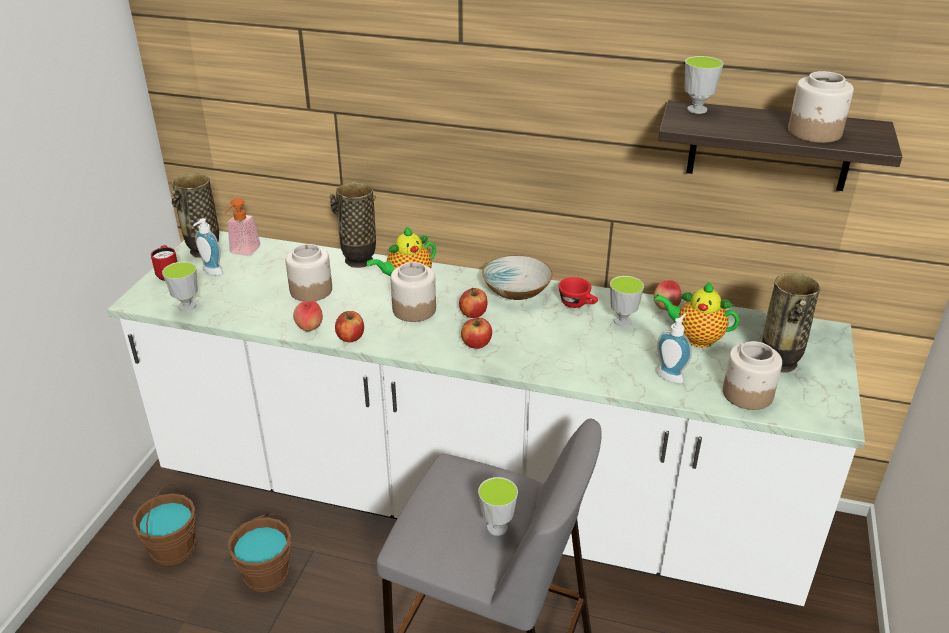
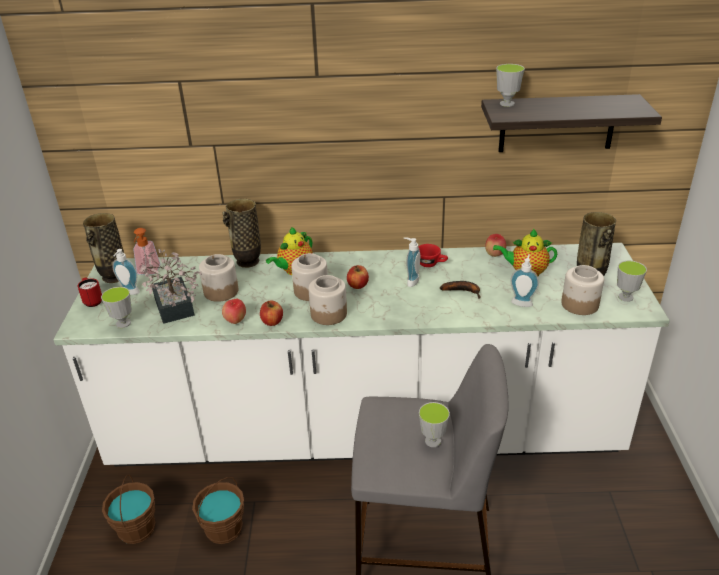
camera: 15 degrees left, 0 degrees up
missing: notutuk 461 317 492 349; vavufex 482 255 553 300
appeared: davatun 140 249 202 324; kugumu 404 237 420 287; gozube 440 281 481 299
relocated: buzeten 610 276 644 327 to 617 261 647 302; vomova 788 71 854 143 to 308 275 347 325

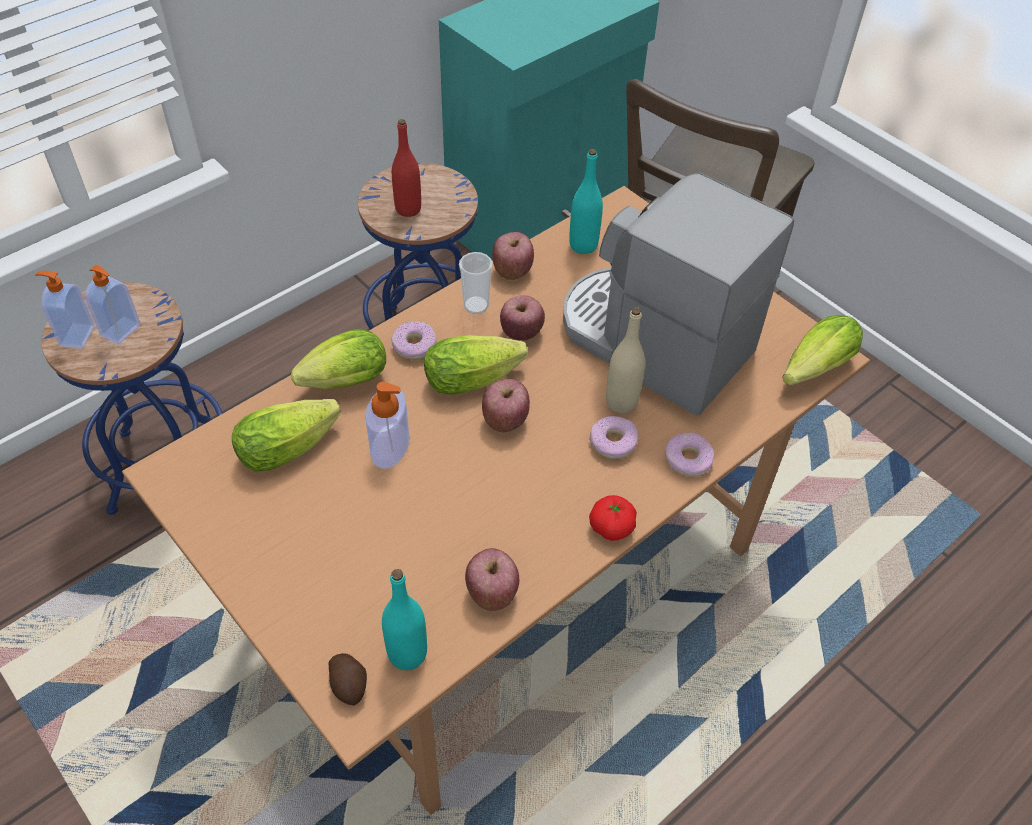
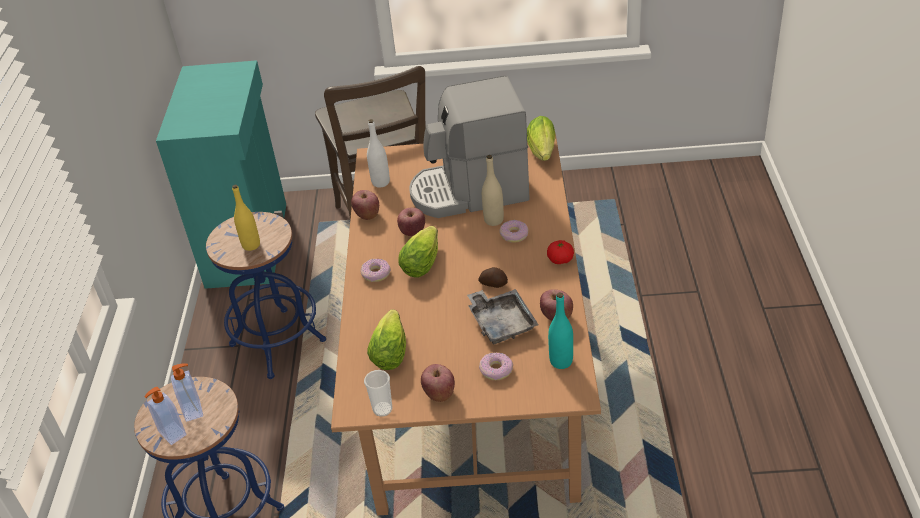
camera: 45 degrees left, 10 degrees down
missing: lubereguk 291 329 386 389; kugumu 365 382 410 469
appeared: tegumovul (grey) 467 289 538 344
relocated: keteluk 329 653 367 705 to 478 267 508 288; buzeten 459 252 493 314 to 364 370 392 417; notutuk 482 379 530 432 to 421 364 455 402; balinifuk 665 433 714 477 to 479 352 513 380
colour: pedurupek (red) 392 119 421 217 to pedurupek (yellow) 232 184 260 251; pedurupek (turquoise) 569 149 603 254 to pedurupek (white) 367 119 390 188

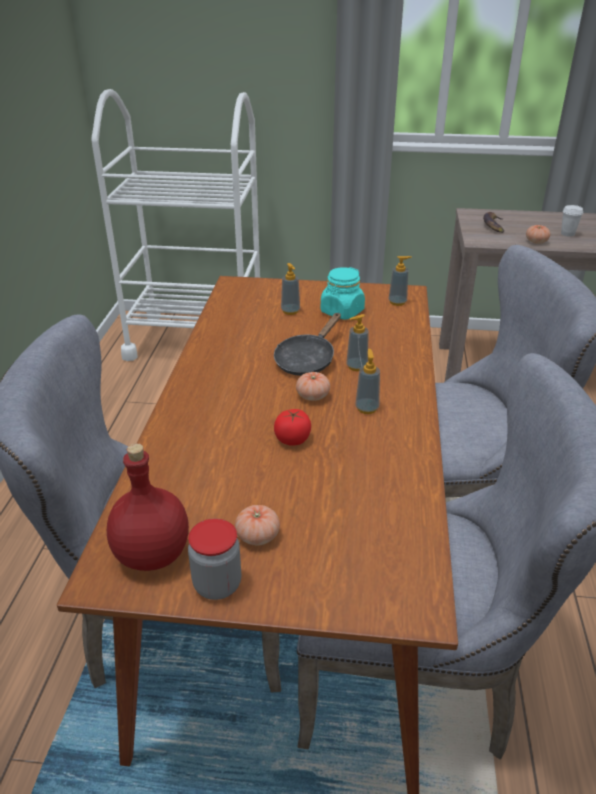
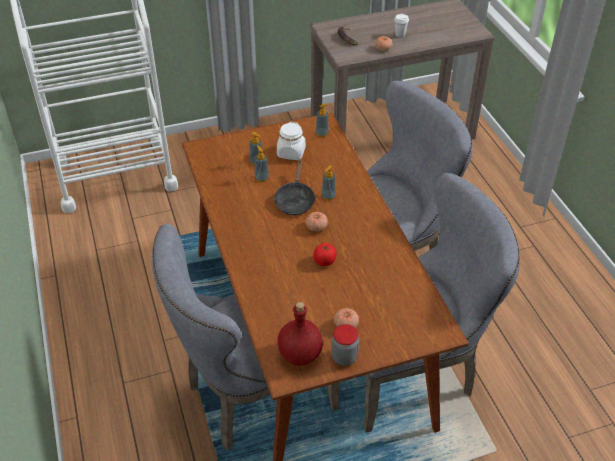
camera: 25 degrees left, 10 degrees up
relocated: kugumu 355 349 380 414 to 255 145 269 182
colour: vomova (turquoise) 321 267 365 320 to vomova (white) 277 122 306 160

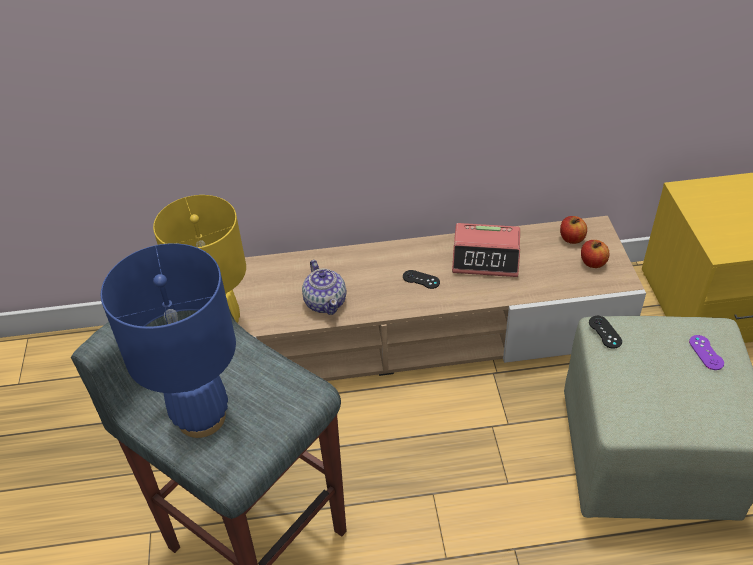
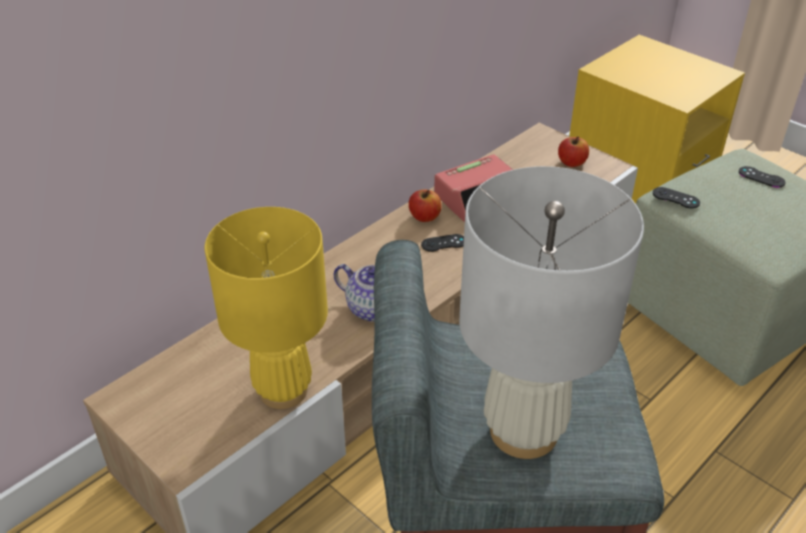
camera: 40 degrees left, 5 degrees down
relocated: notutuk 560 216 587 244 to 409 190 442 222
colour: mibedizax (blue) 101 243 236 438 to mibedizax (white) 459 166 644 459; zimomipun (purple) 689 335 724 370 to zimomipun (black) 739 166 786 188

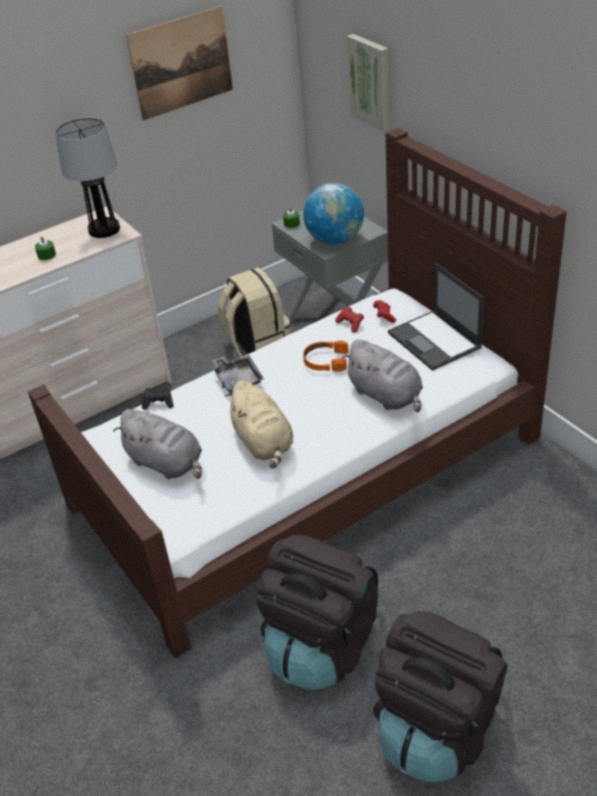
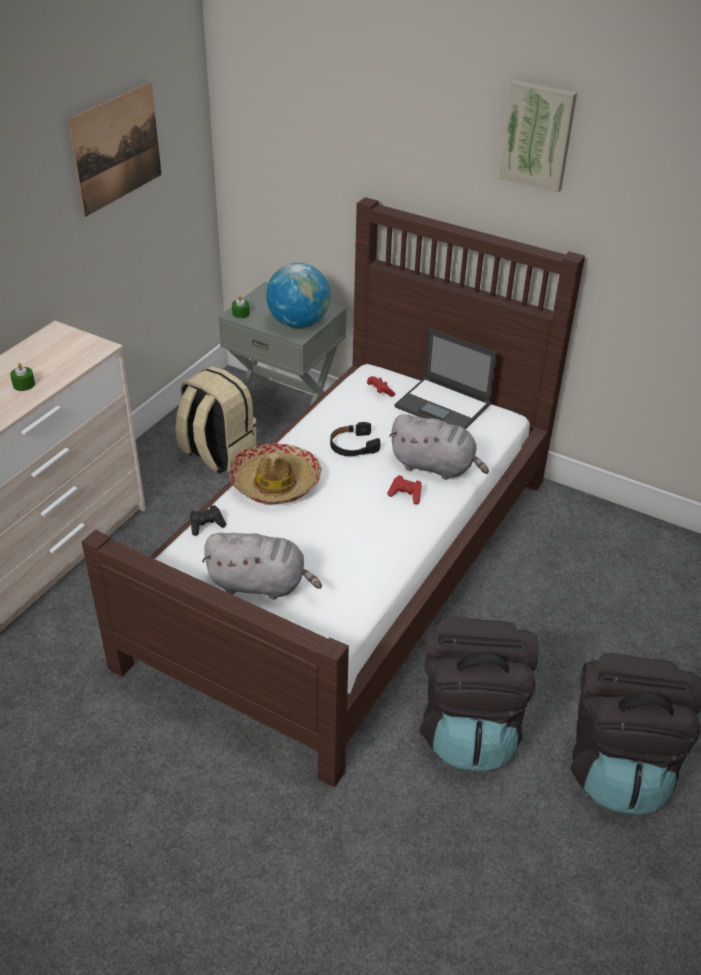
camera: 30 degrees left, 0 degrees up
missing: mibedizax 55 118 120 238; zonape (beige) 225 380 293 468
relocated: zimomipun (red) 335 307 364 333 to 387 475 422 504; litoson 347 34 390 131 to 498 80 577 193
exchanged: tegumovul (grey) 212 355 264 394 to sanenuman 229 443 322 504
colour: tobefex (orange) 303 340 349 372 to tobefex (black) 330 422 380 456

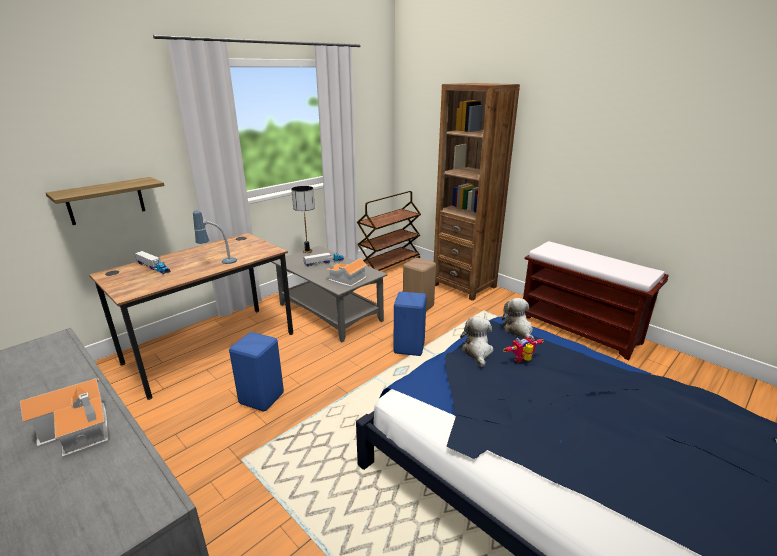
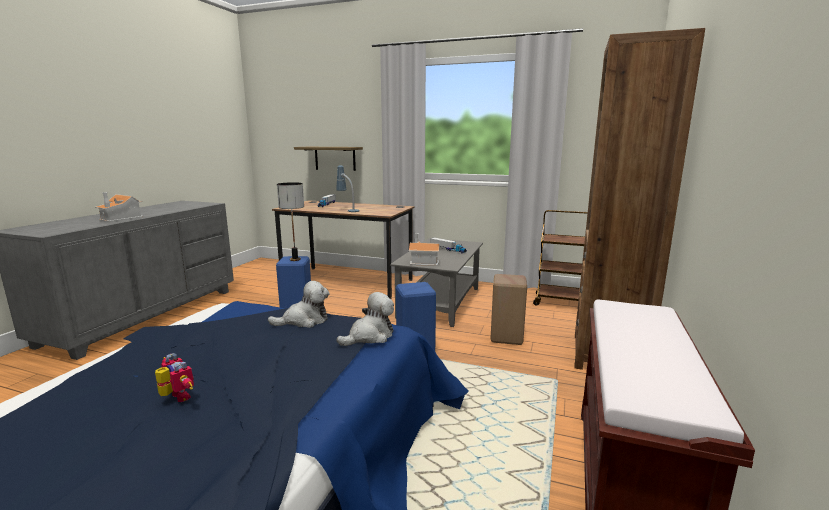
camera: 65 degrees right, 10 degrees down
relocated: mibedizax 291 186 315 253 to 277 182 304 261; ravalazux 503 335 544 362 to 155 353 194 402

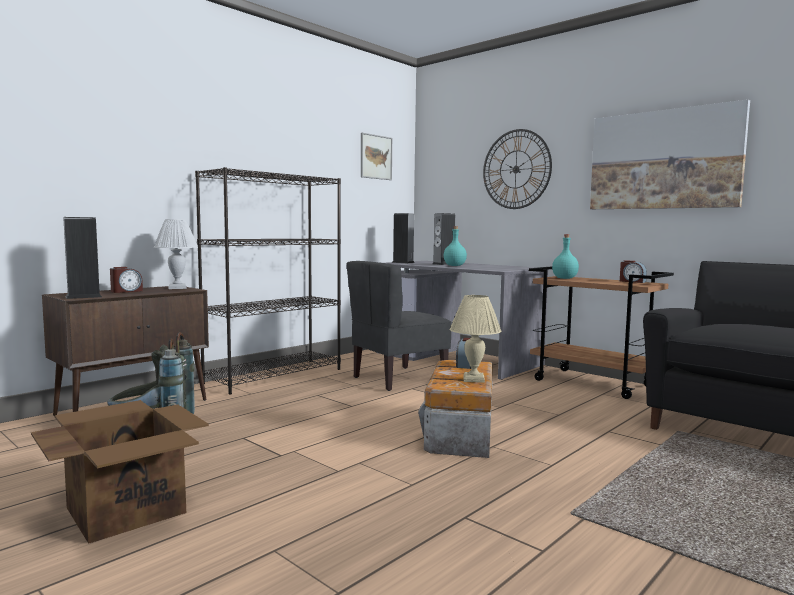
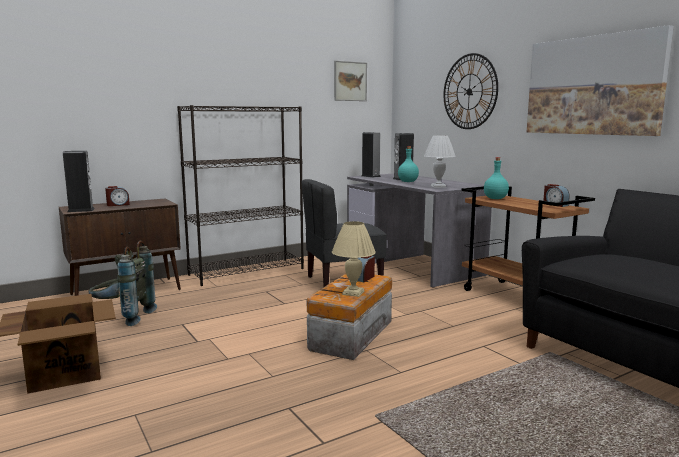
camera: 15 degrees right, 5 degrees up
relocated: mibedizax (white) 154 219 198 289 to 424 135 456 188

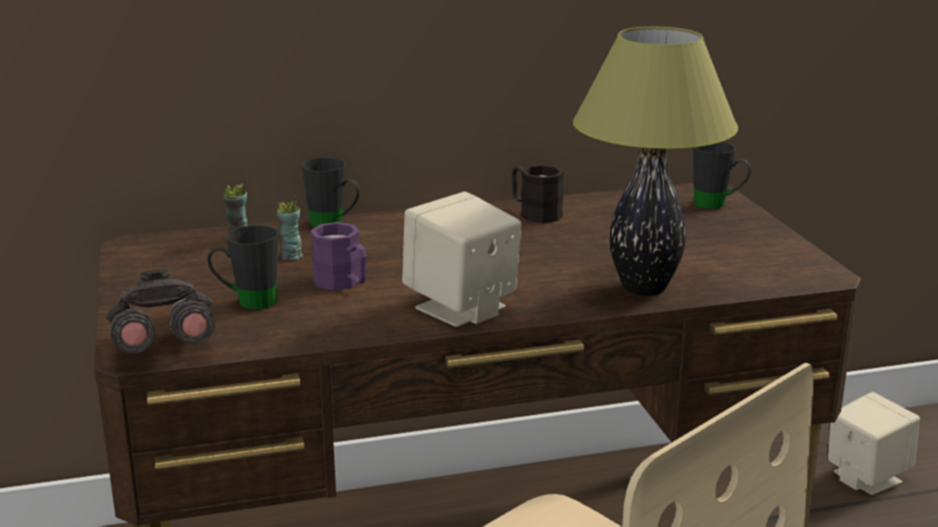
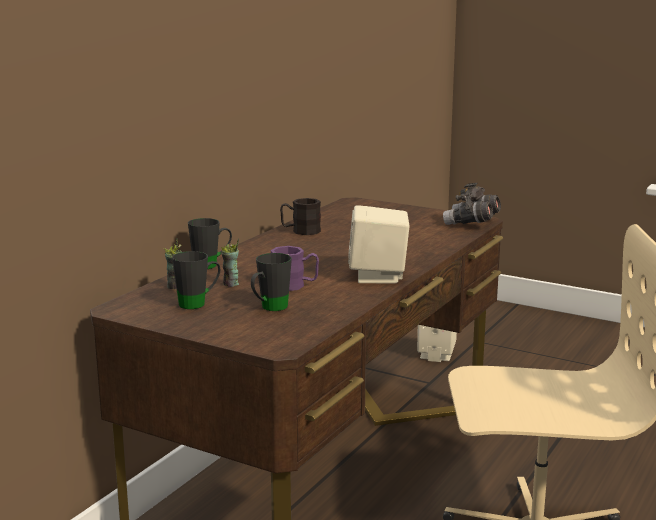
camera: 45 degrees left, 5 degrees down
missing: mibedizax 573 27 738 296
relocated: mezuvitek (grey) 106 269 215 354 to 443 183 501 225; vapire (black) 693 142 751 209 to 172 251 220 309

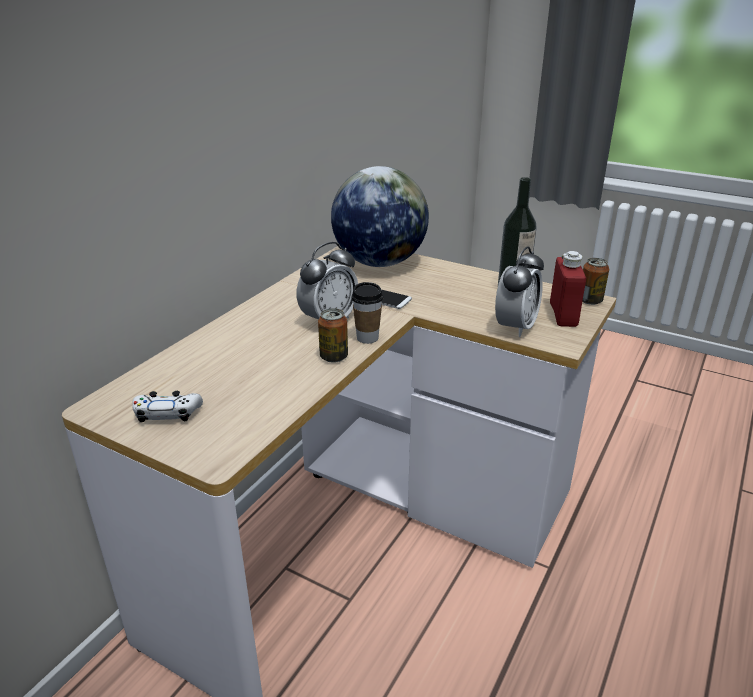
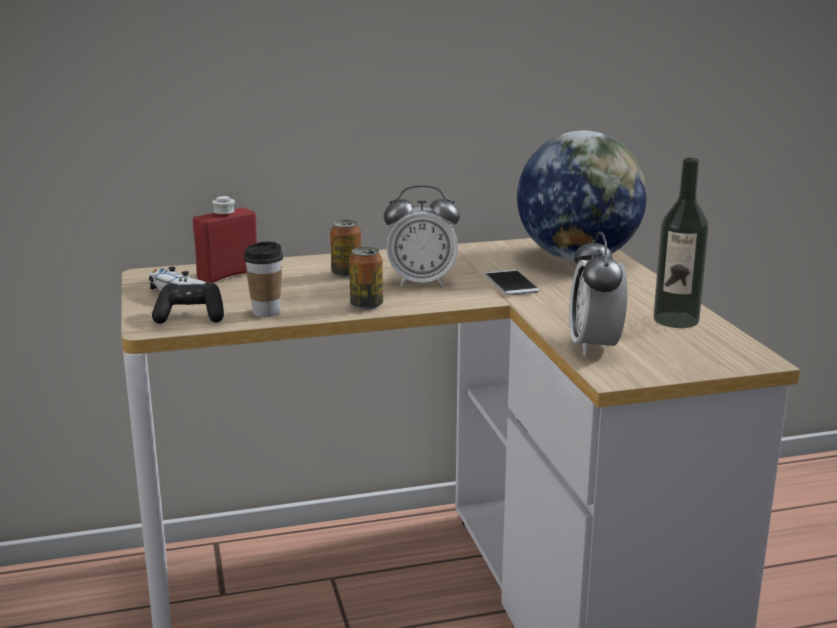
camera: 45 degrees right, 10 degrees down
appeared: zimomipun (black) 152 282 224 324
relocated: buzeten 351 282 383 344 to 244 242 283 317; pedurupek (red) 550 251 586 327 to 193 196 257 283; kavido 582 258 609 305 to 330 220 361 277
spun: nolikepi 495 247 544 337 = 569 232 627 356 105 degrees clockwise

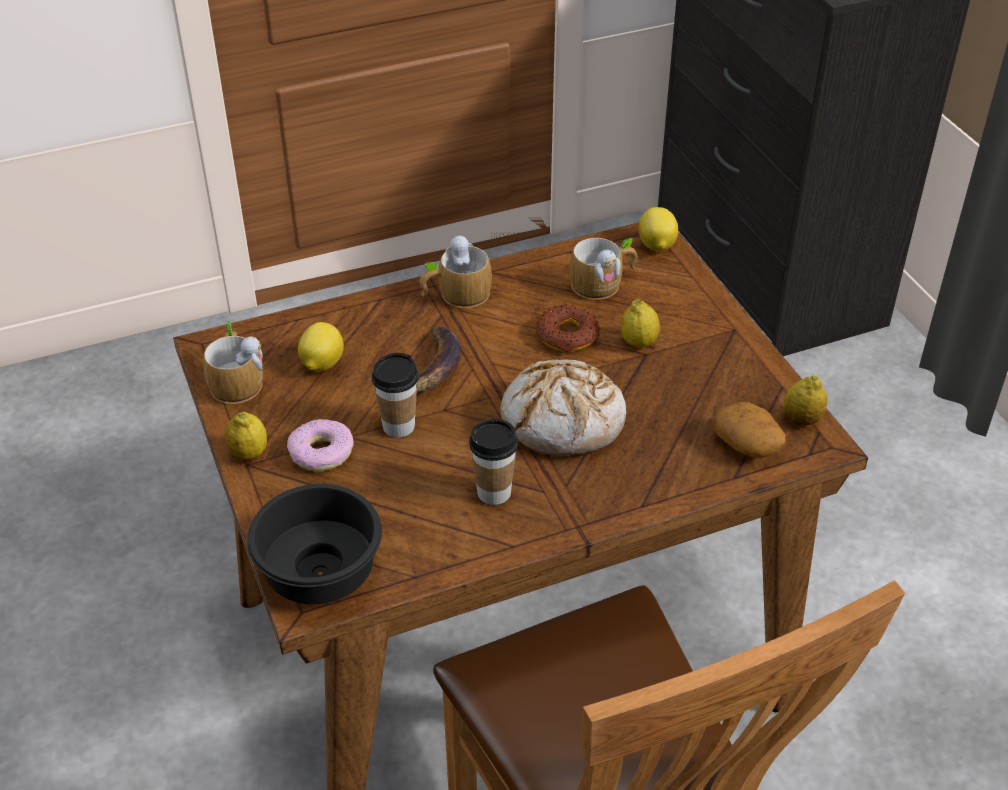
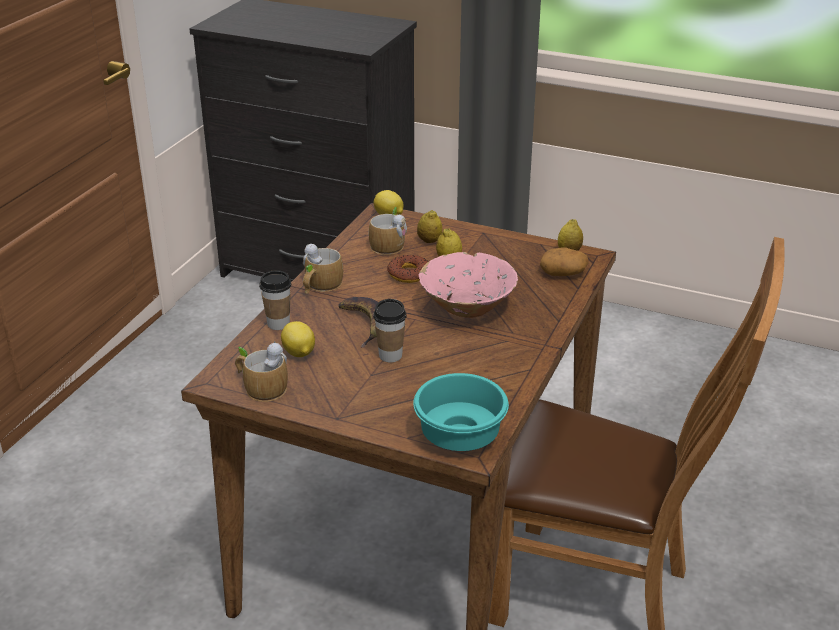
camera: 45 degrees left, 10 degrees down
missing: balinifuk 287 419 353 471
relocated: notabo 225 412 267 461 to 417 210 442 243; buzeten 469 419 518 505 to 259 270 291 330
exchanged: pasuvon 501 360 626 456 to vavufex (pink) 419 252 518 318
colour: vavufex (black) 247 484 382 604 to vavufex (turquoise) 413 373 509 451

